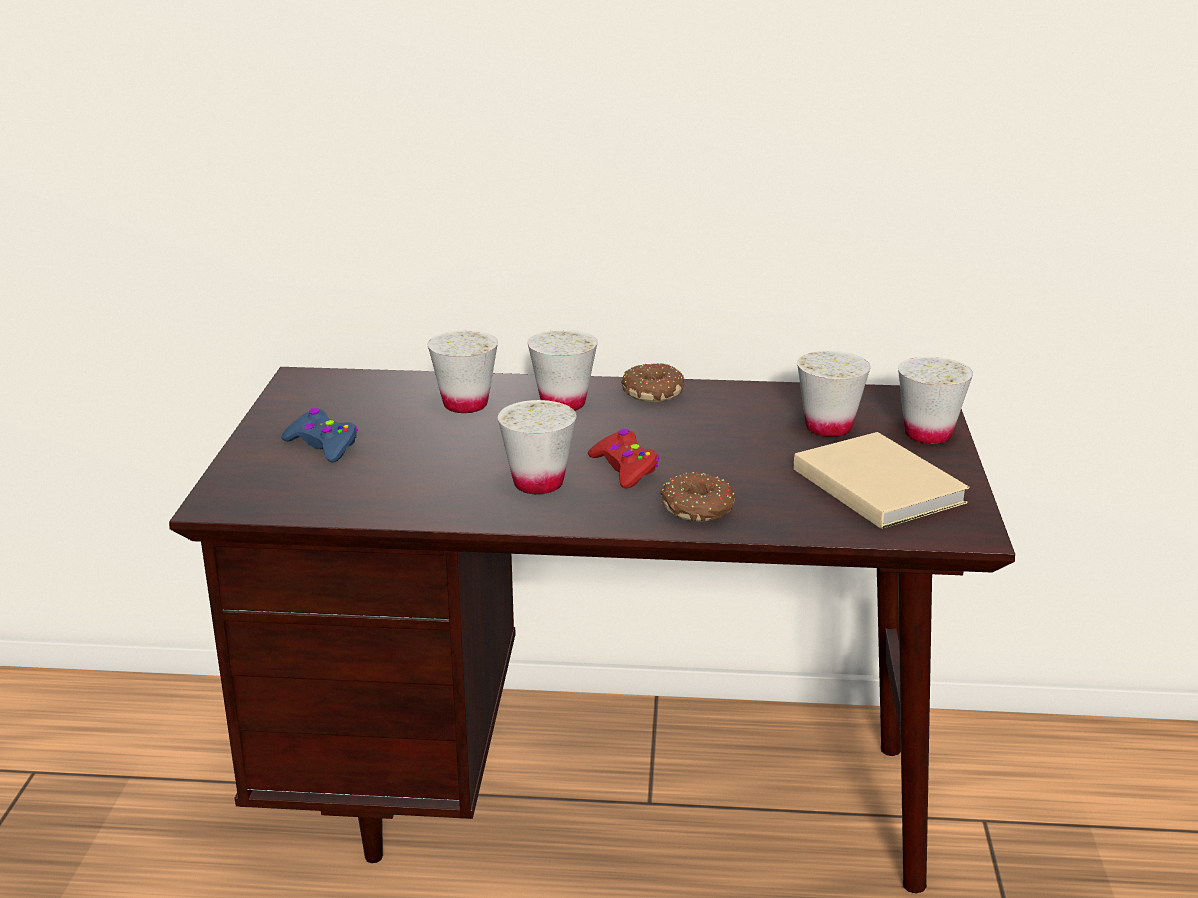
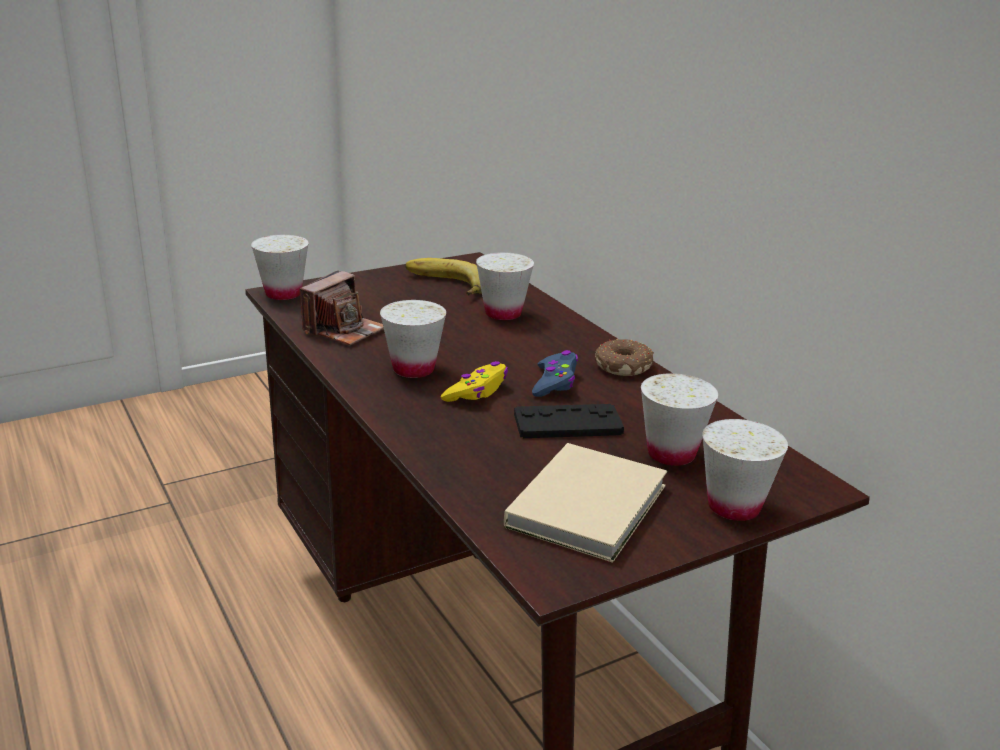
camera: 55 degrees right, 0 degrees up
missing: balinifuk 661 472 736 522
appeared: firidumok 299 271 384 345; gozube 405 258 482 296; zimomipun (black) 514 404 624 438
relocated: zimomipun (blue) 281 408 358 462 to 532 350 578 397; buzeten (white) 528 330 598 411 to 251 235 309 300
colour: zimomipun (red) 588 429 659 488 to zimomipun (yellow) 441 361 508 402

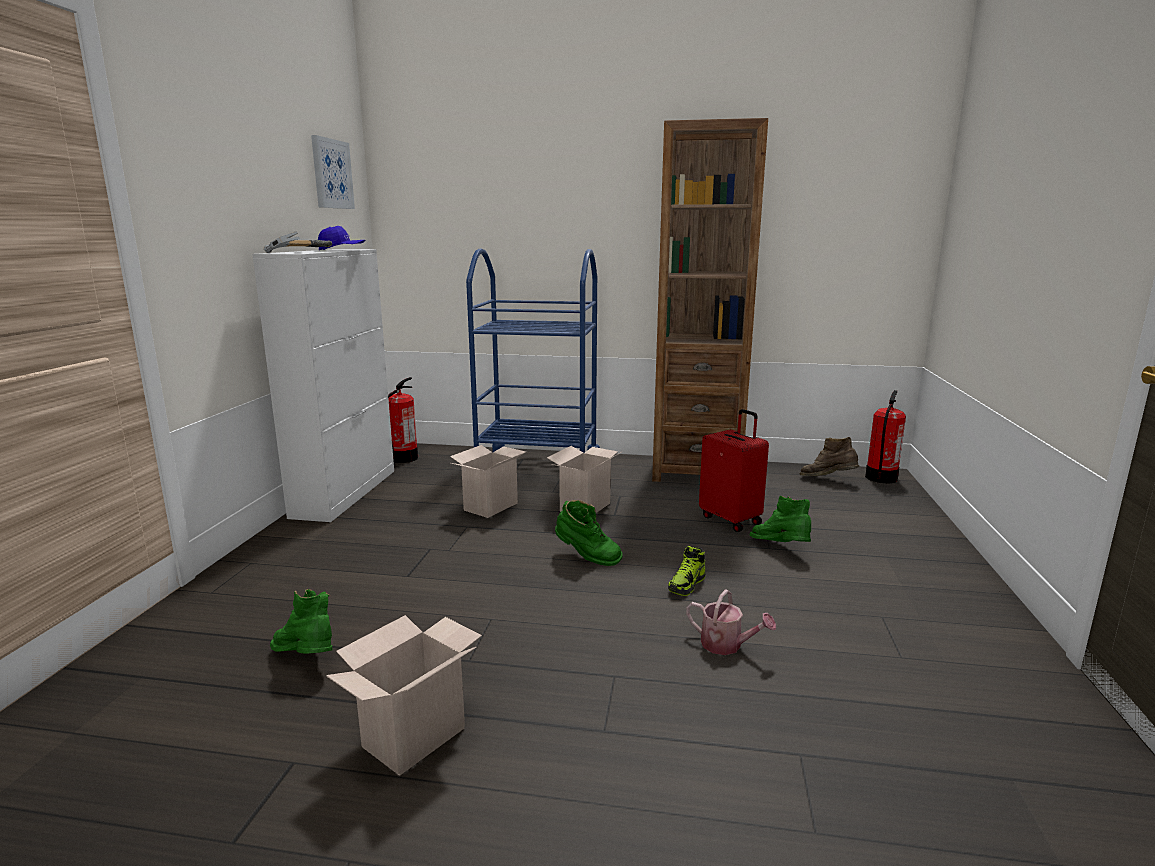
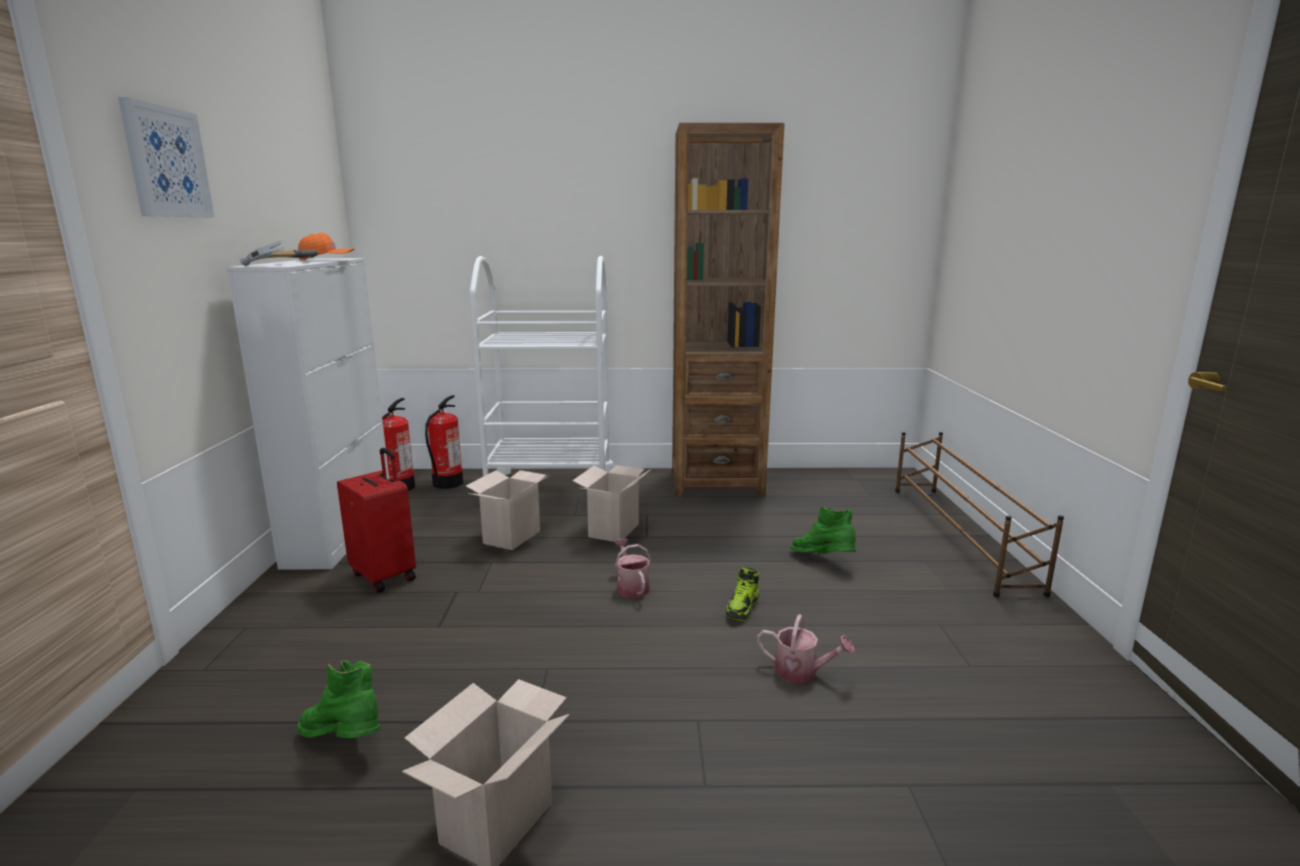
camera: 10 degrees left, 0 degrees up
missing: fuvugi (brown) 799 437 860 476
appeared: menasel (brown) 895 432 1064 597
relocated: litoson 311 135 355 209 to 118 97 214 217; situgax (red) 699 409 769 532 to 337 448 416 593; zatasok 865 390 906 484 to 425 395 463 489
exchanged: fuvugi (green) 555 500 623 566 to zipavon 614 539 651 598
colour: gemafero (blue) 318 226 365 250 to gemafero (orange) 298 233 355 261; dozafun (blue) 466 248 600 453 to dozafun (white) 470 256 614 477

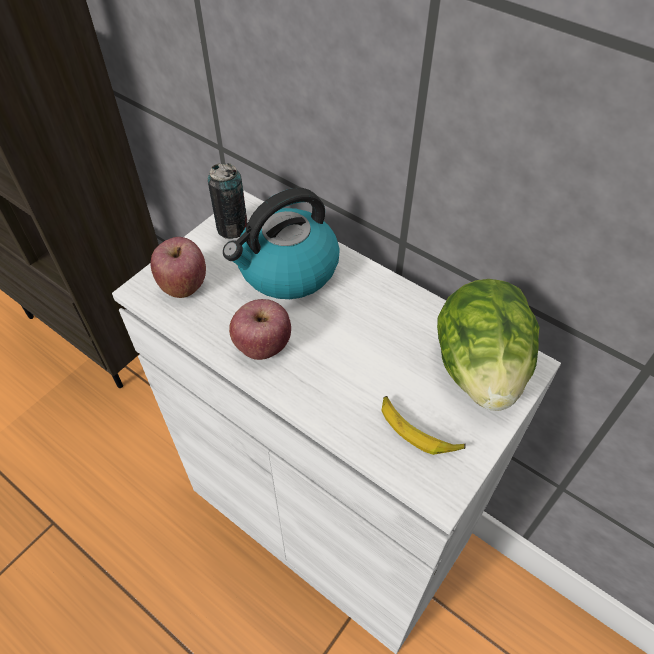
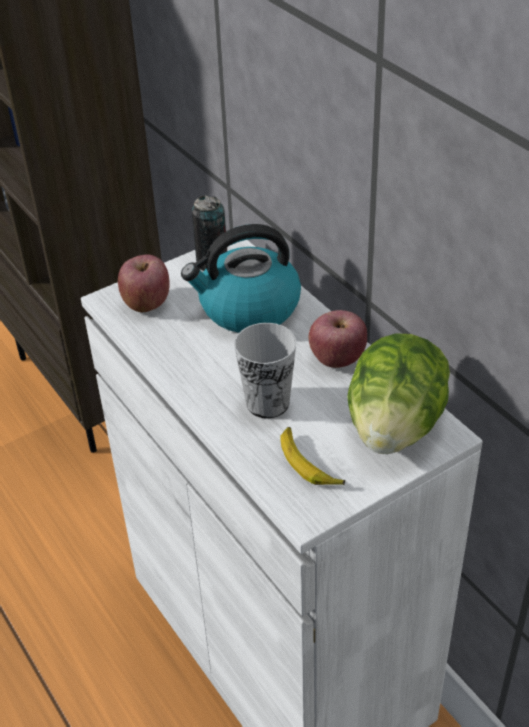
camera: 20 degrees right, 10 degrees down
appeared: buzeten 234 323 296 418
relocated: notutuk 229 299 291 360 to 309 310 367 368

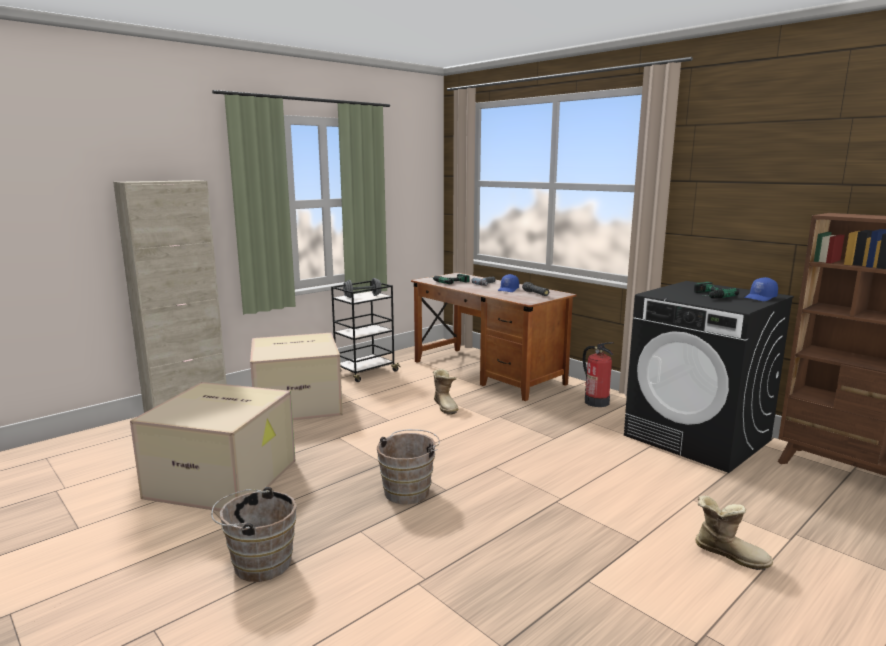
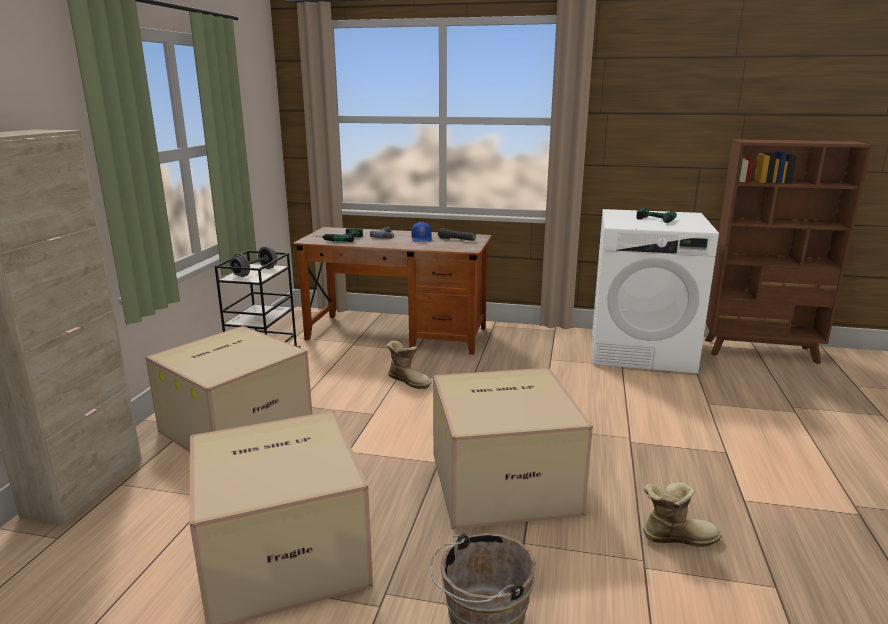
camera: 35 degrees left, 5 degrees up
missing: zatasok 583 342 614 407; gemafero (blue) 744 277 778 301
relocated: fuvugi 695 495 773 570 to 643 482 722 547
exchanged: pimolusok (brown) 377 429 440 504 to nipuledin 433 368 593 529
colour: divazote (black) 624 281 794 473 to divazote (white) 592 209 719 373

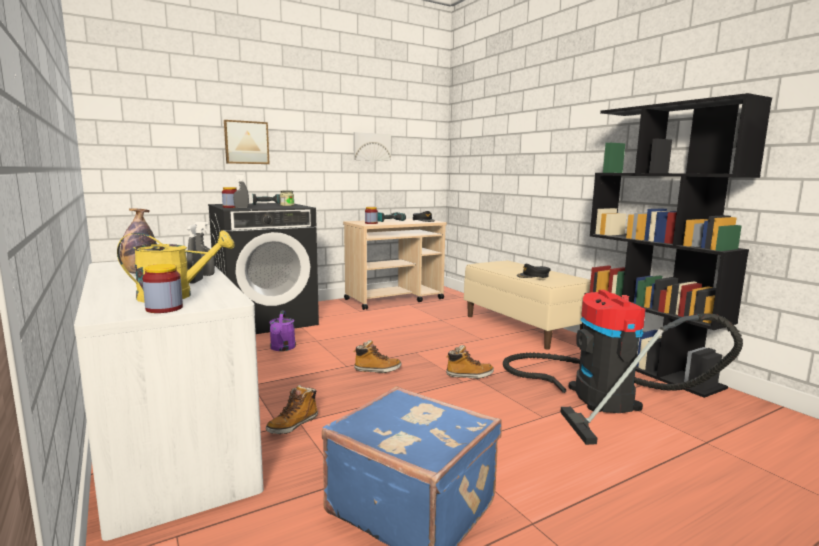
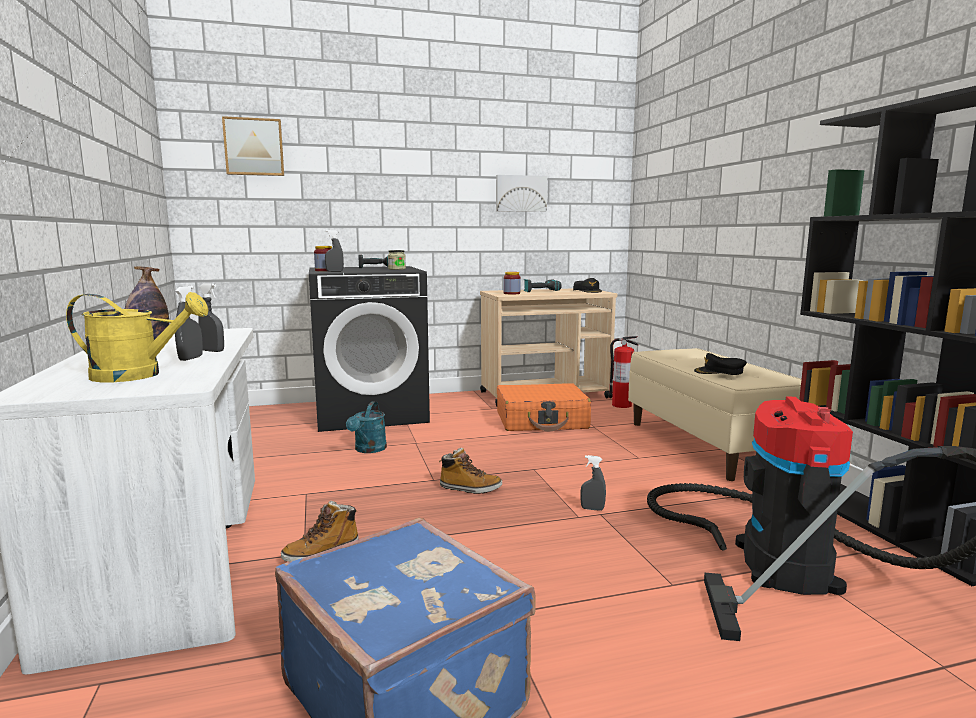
camera: 15 degrees right, 0 degrees up
missing: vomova 142 264 183 313
appeared: situgax (orange) 497 383 591 431; zatasok 610 336 638 408
relocated: litoson 224 120 270 164 to 222 116 284 176
exchanged: fuvugi 446 345 494 379 to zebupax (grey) 581 455 606 511
colour: zipavon (purple) 269 311 296 351 to zipavon (turquoise) 346 402 387 453

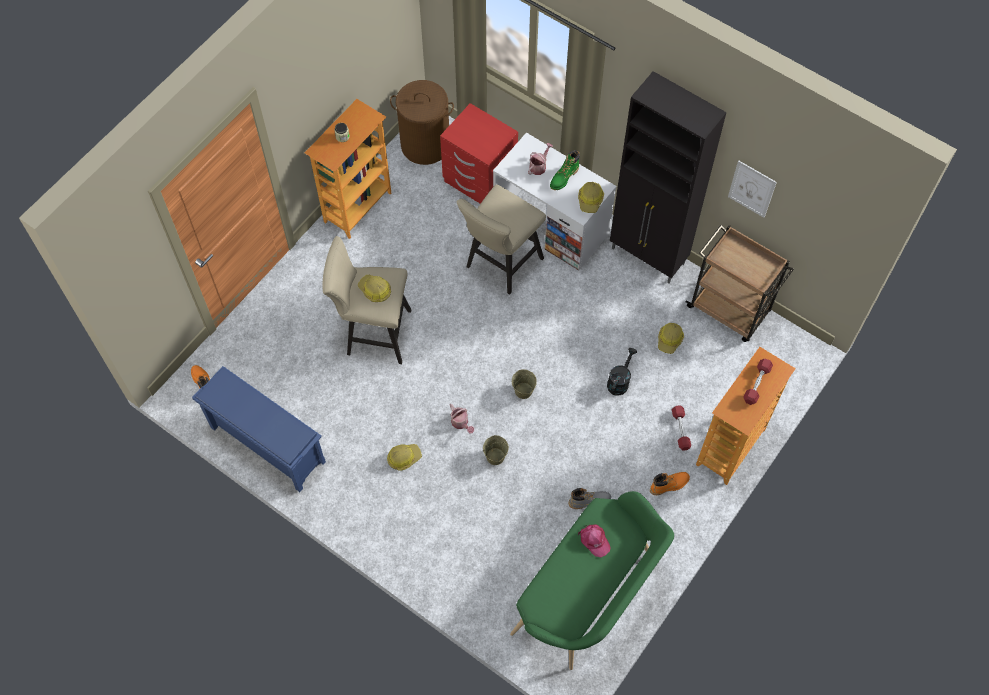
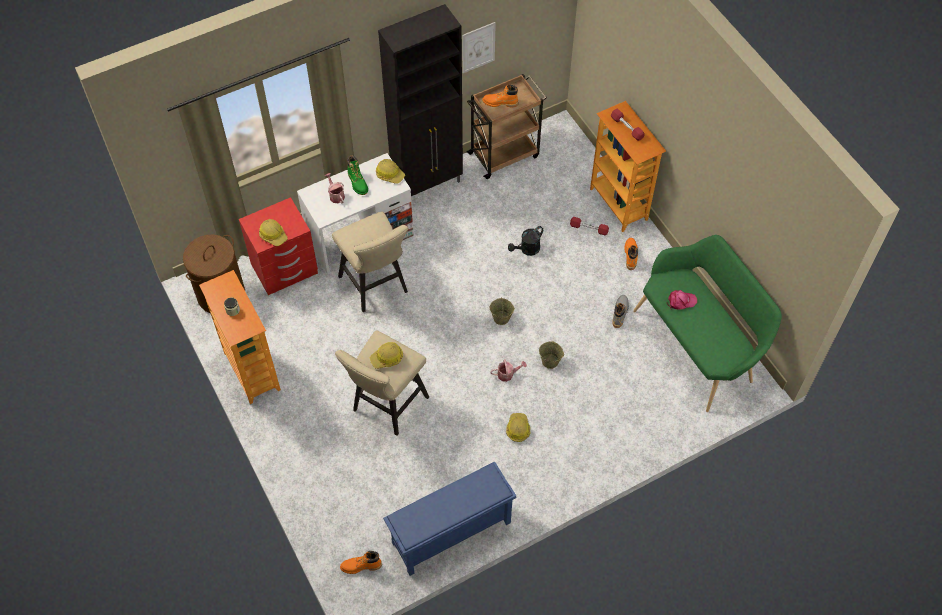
camera: 65 degrees left, 5 degrees down
appeared: fuvugi (orange) 482 84 519 108
relocated: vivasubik 658 323 684 354 to 259 219 288 246
spun: zipavon (black) 607 348 637 396 = 508 226 543 256 90 degrees counterclockwise

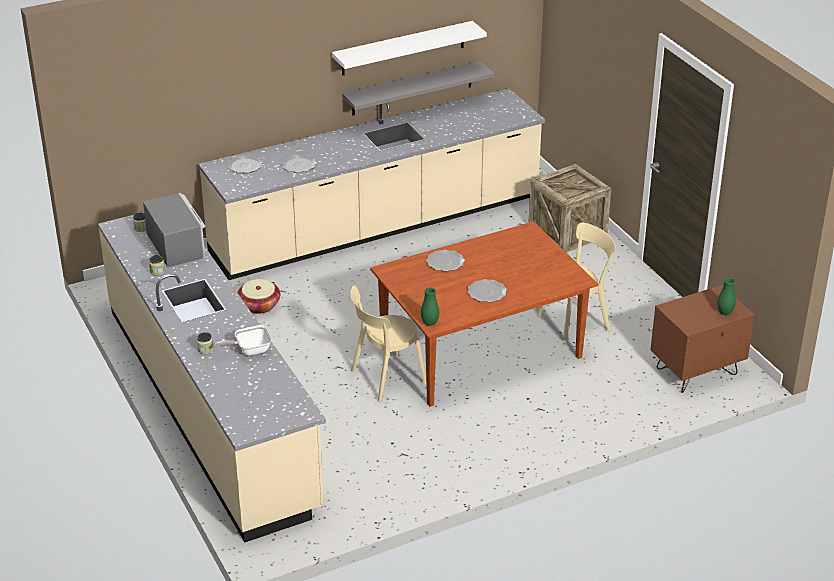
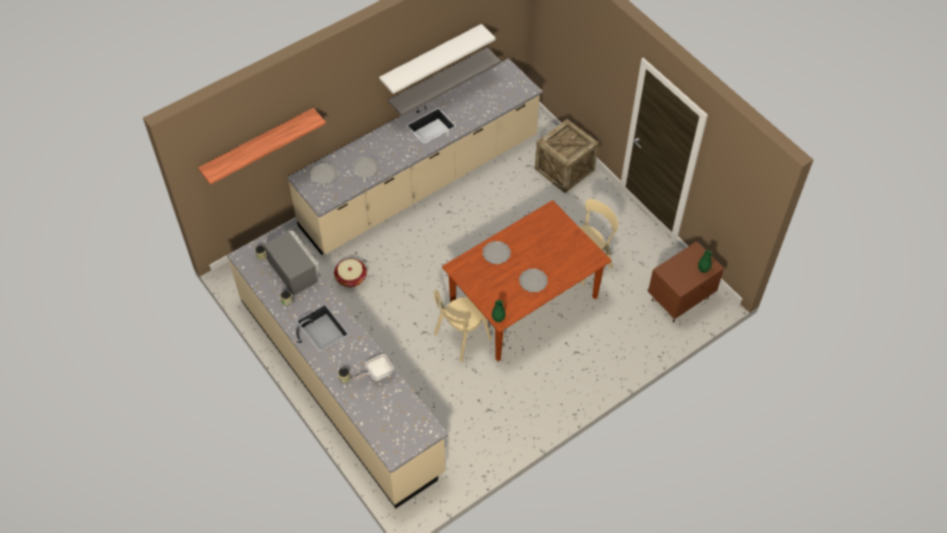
camera: 10 degrees left, 20 degrees up
appeared: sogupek 198 108 326 184

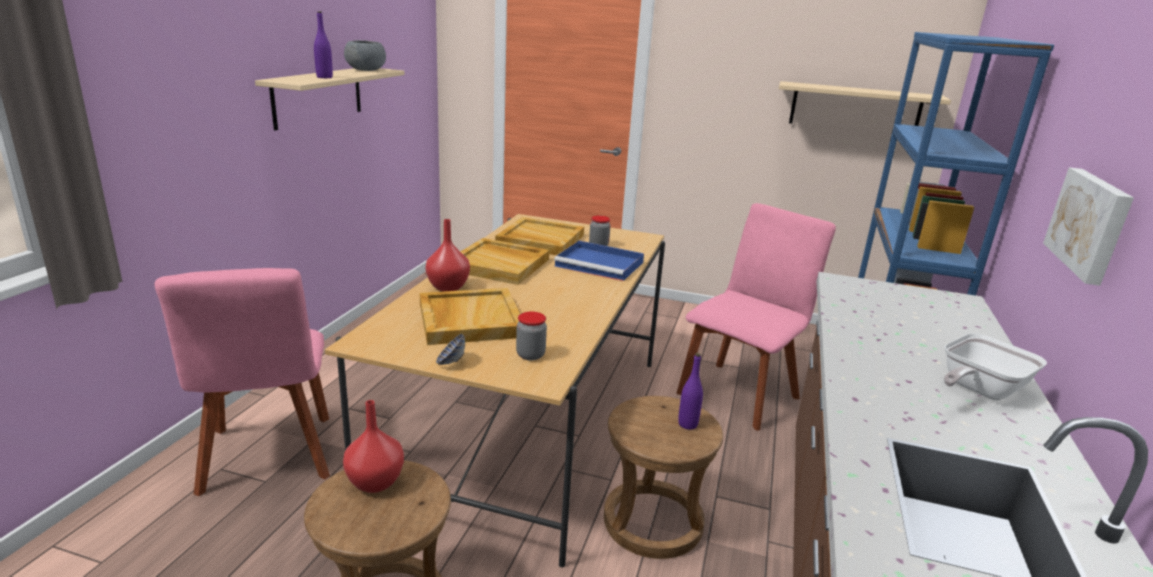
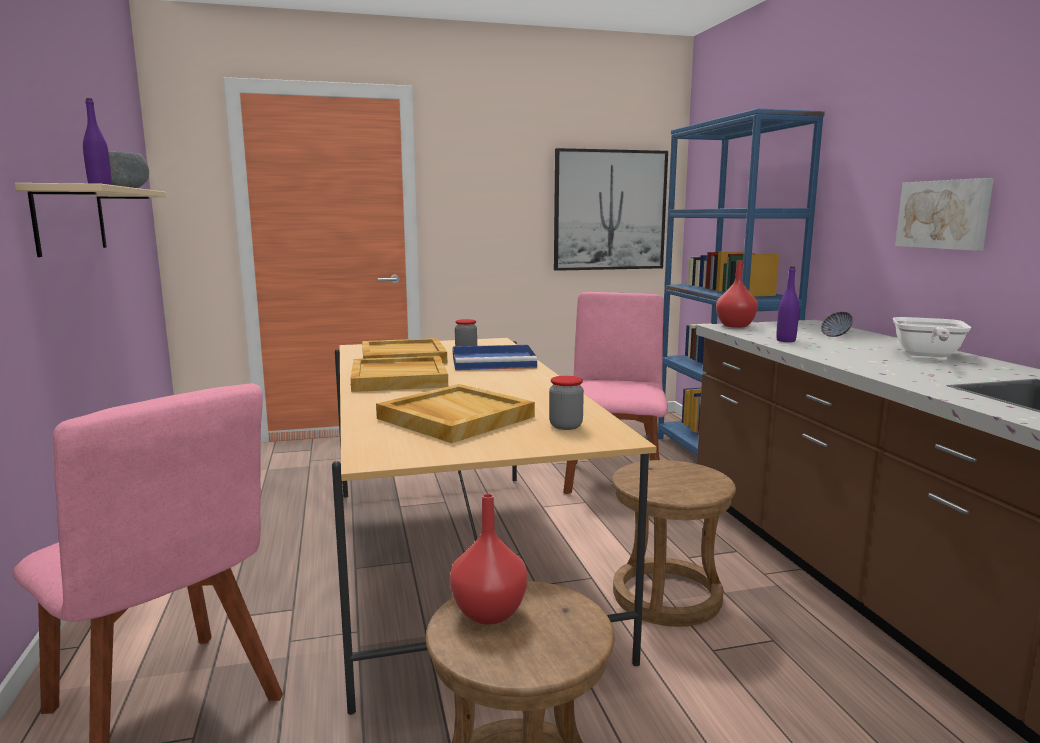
camera: 30 degrees left, 10 degrees down
relocated: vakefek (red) 425 219 470 291 to 716 260 758 328; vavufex 436 334 465 365 to 821 312 853 337; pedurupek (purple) 678 353 703 430 to 776 266 799 342
exchanged: sogupek (beige) 779 81 951 126 to litoson 554 148 668 271

